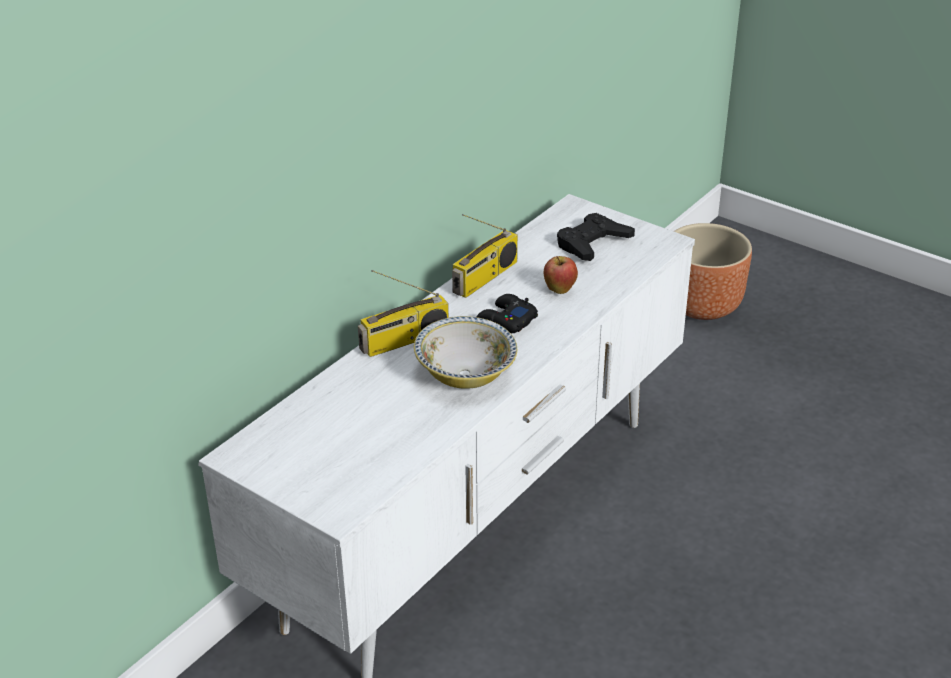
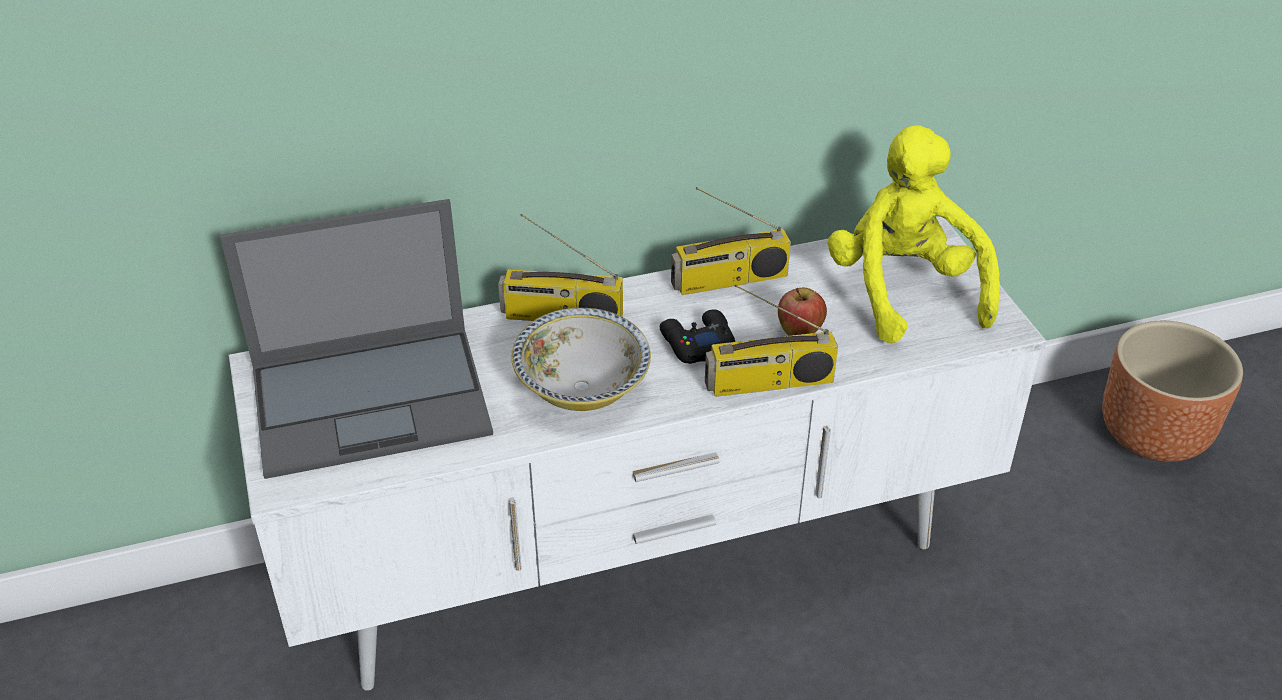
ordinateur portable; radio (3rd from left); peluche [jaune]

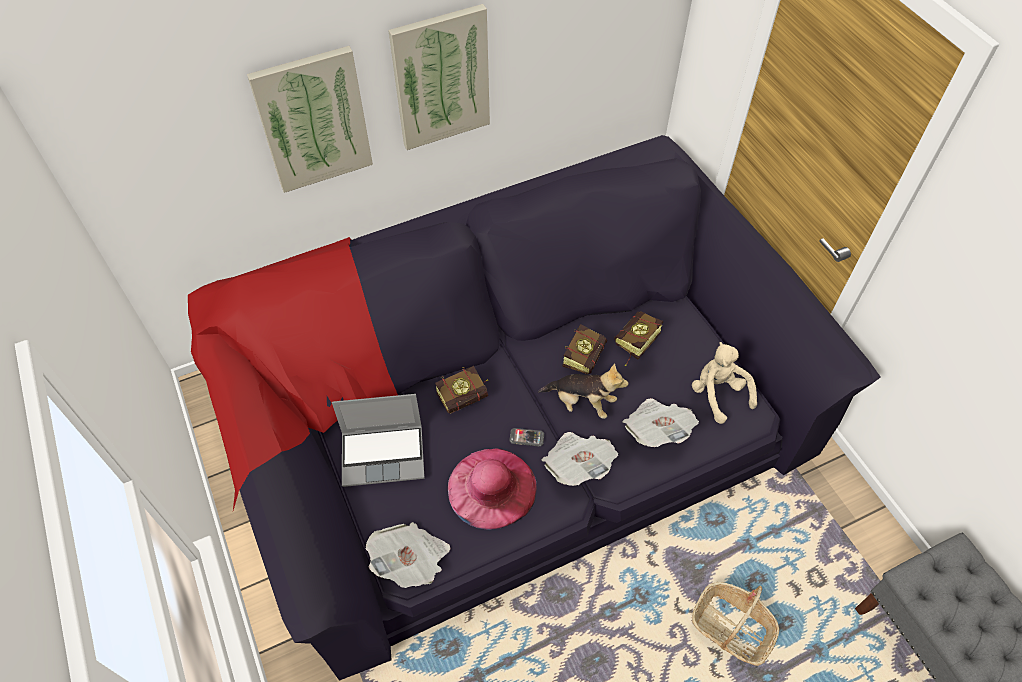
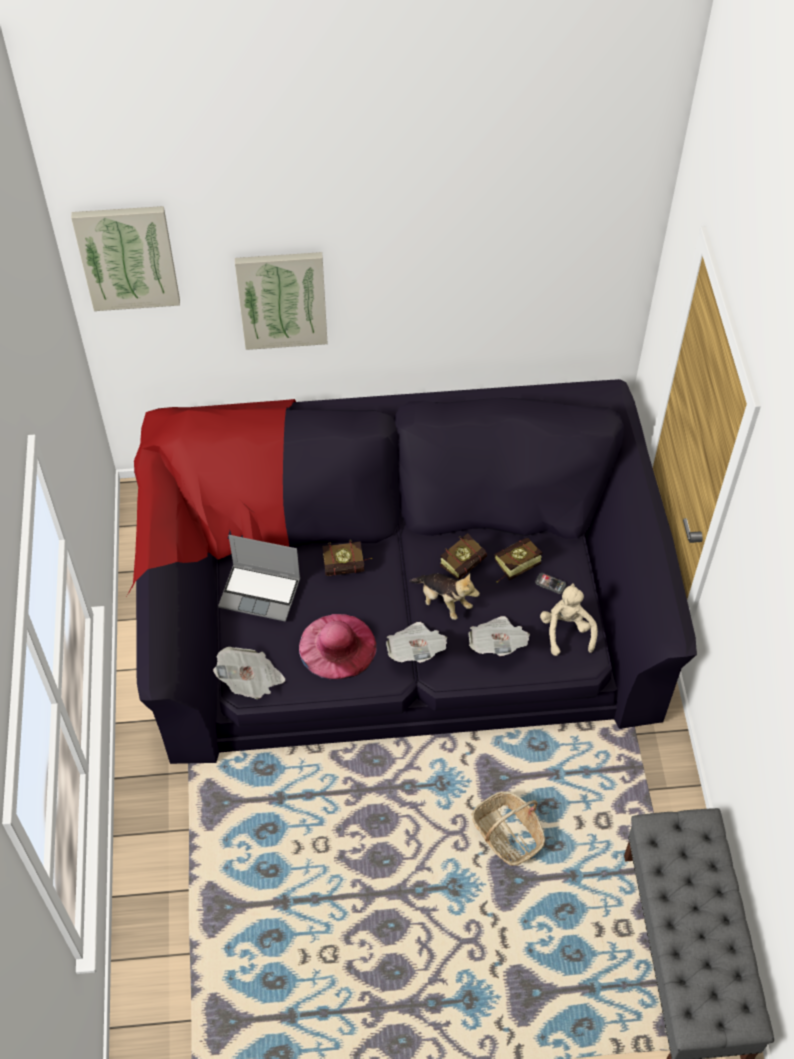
tableau (1st from left); téléphone

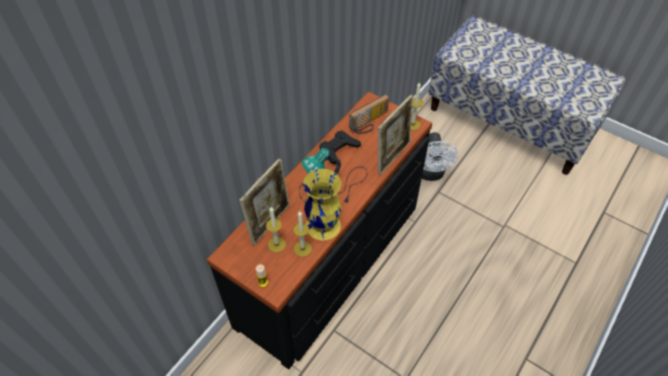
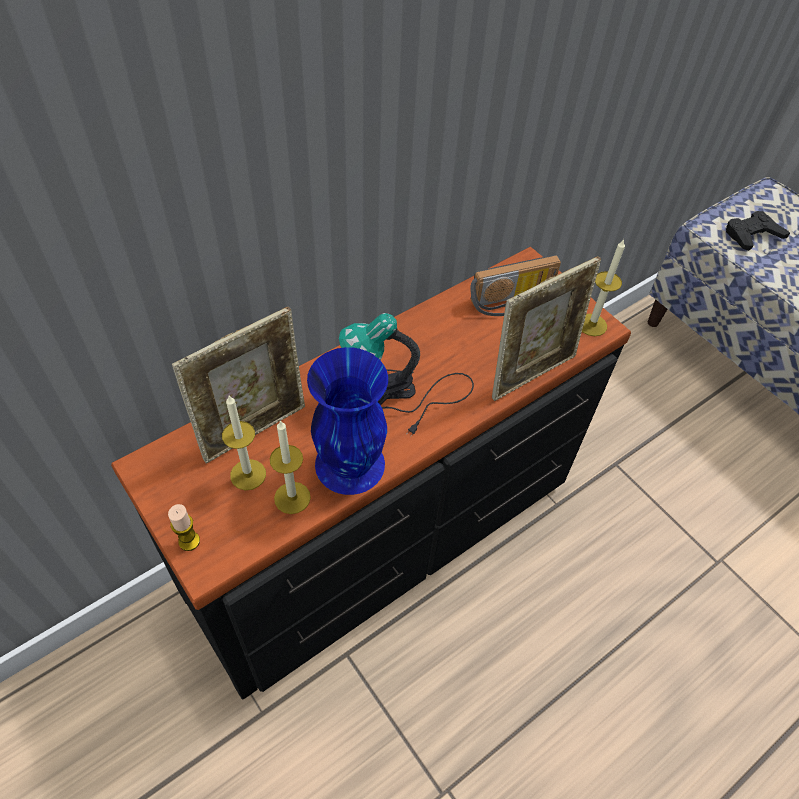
ventilateur [blanc]; manette [noir]; vase [bleu]

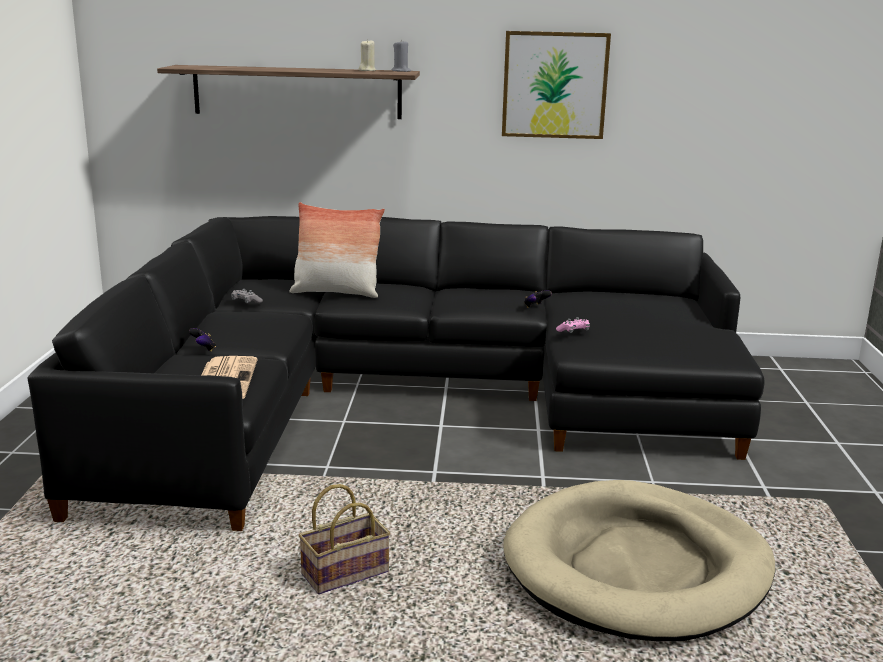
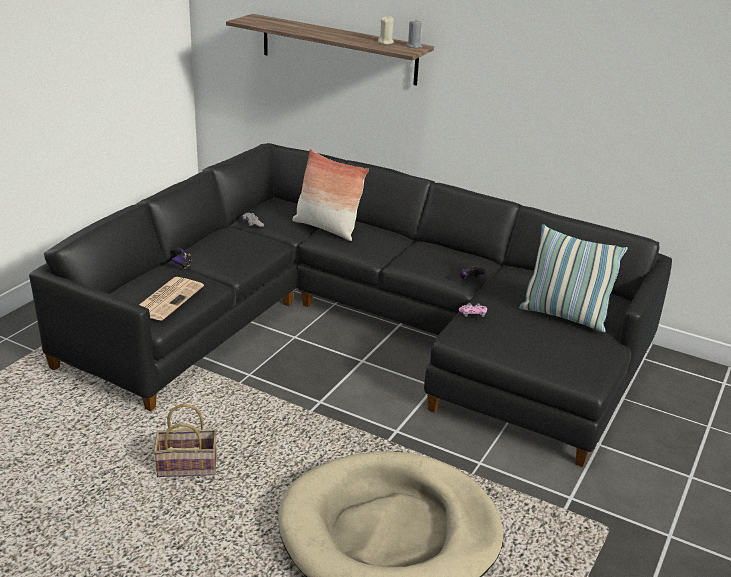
tableau; coussin (2nd from left)

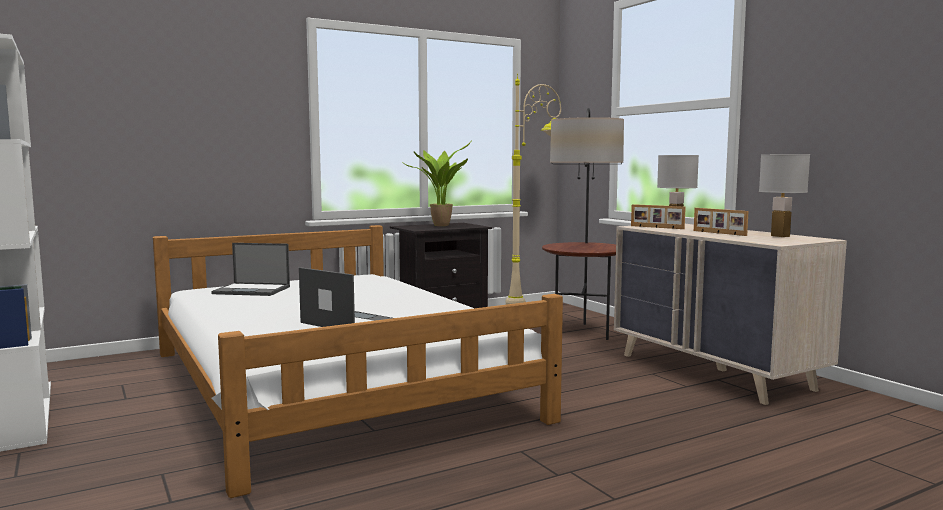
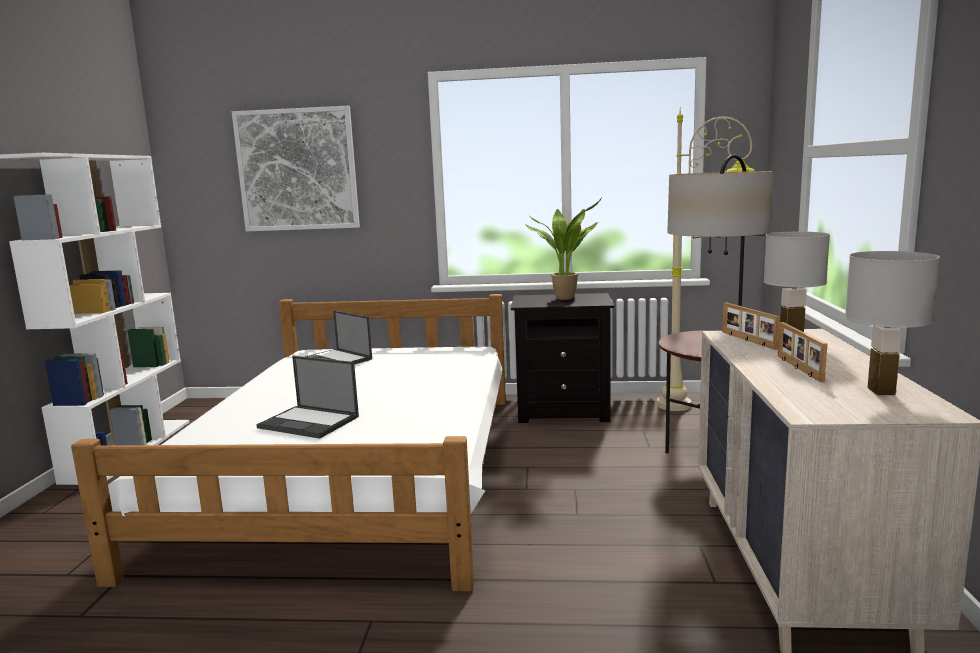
tableau; ordinateur portable (1st from left)

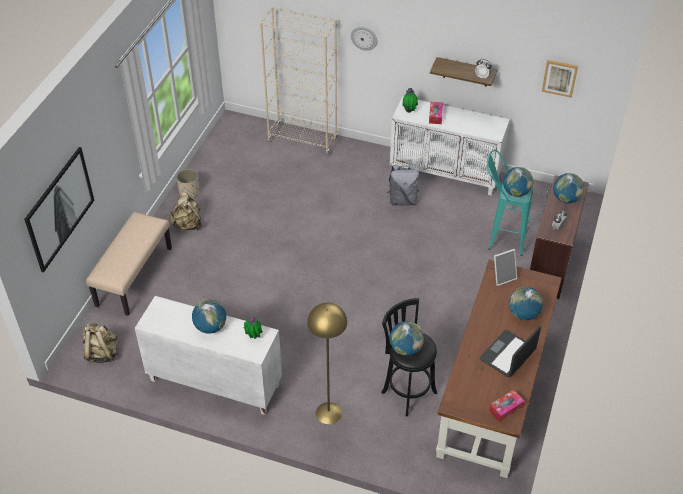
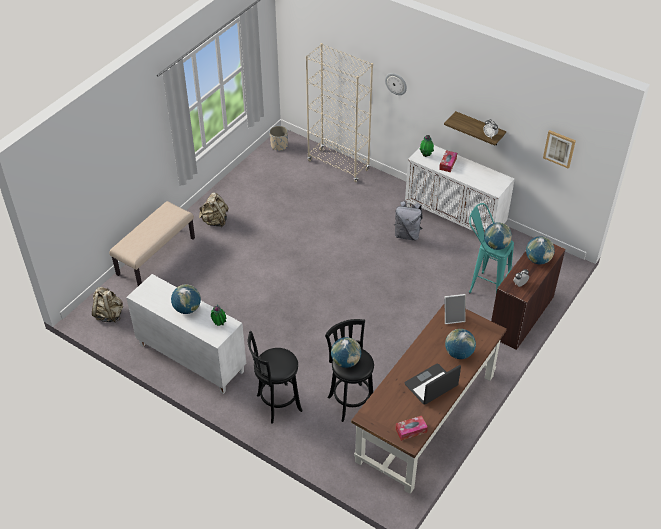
tableau (1st from left in the first image); cache-pot [beige]; tabouret [noir] (1st from left)

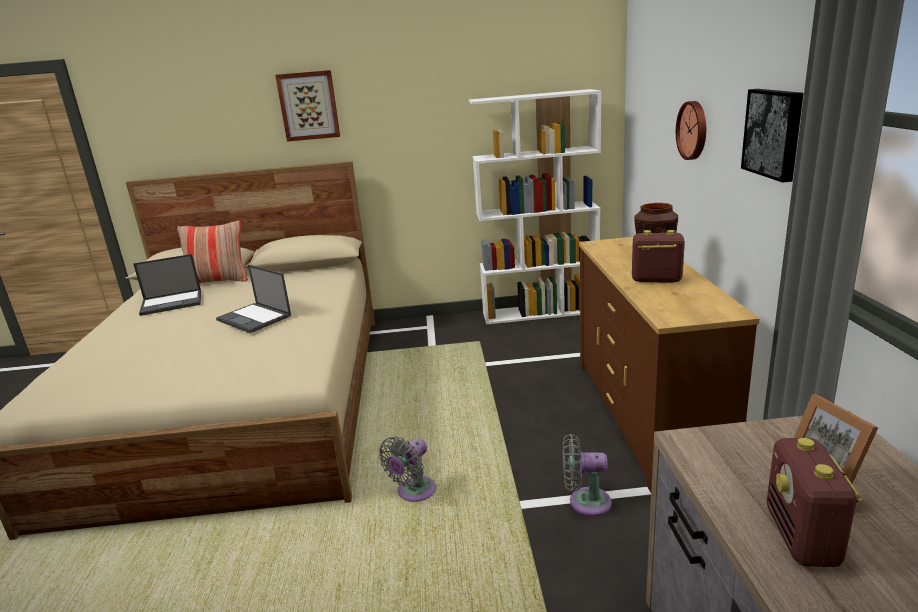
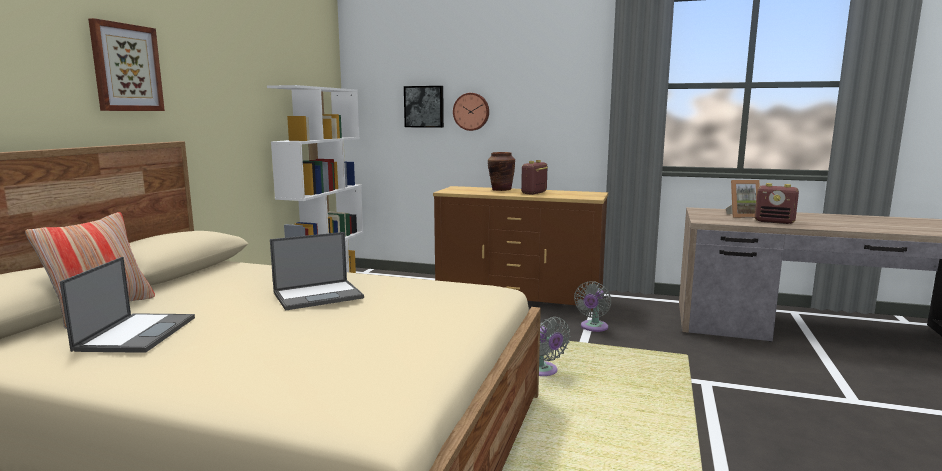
tableau (2nd from left)

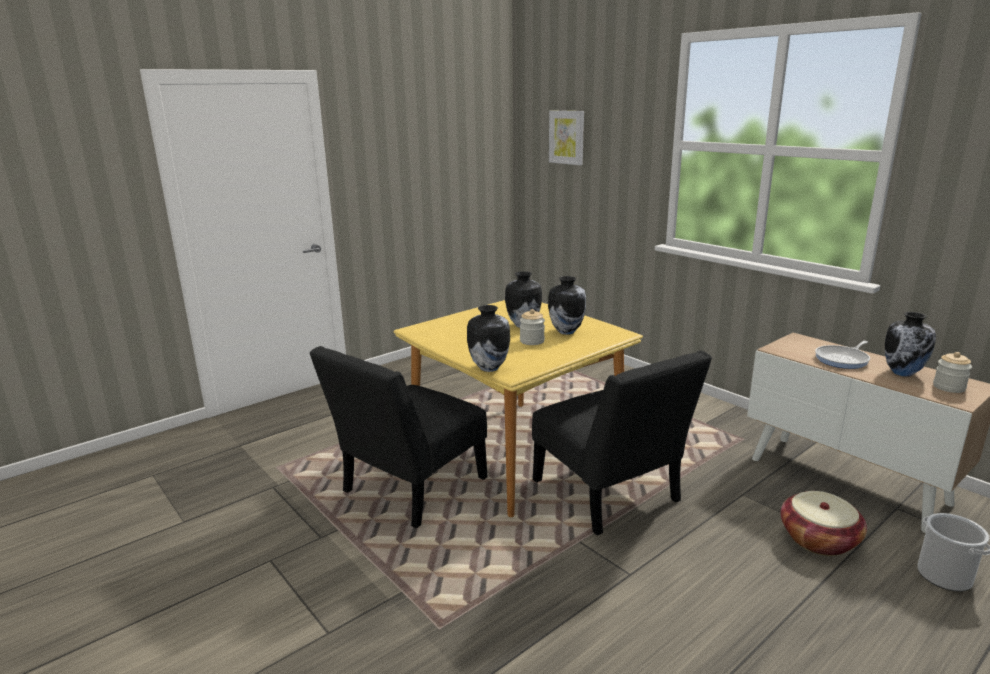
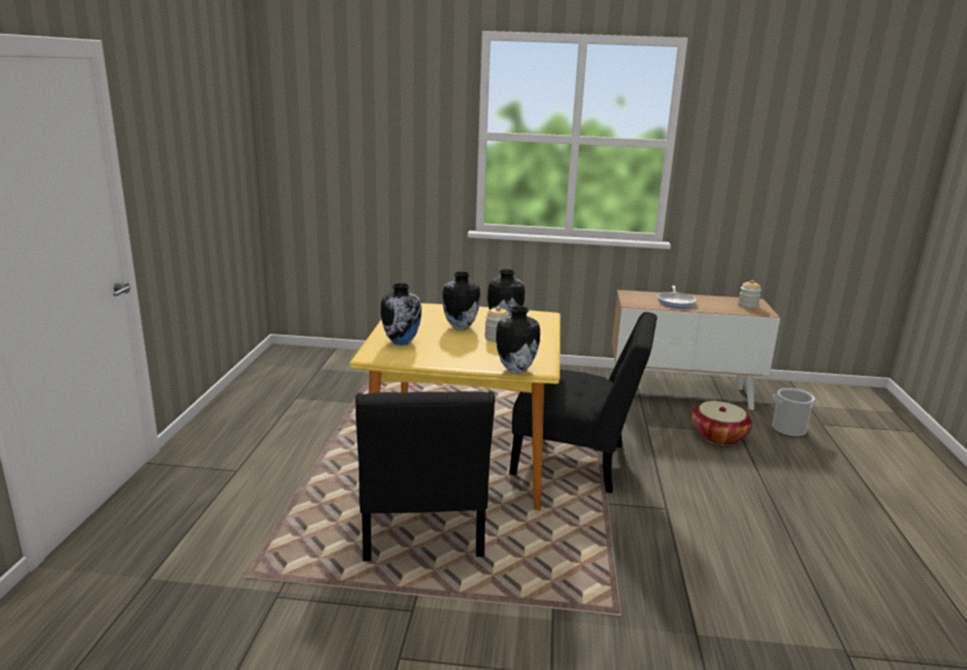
tableau; vase (1st from left)

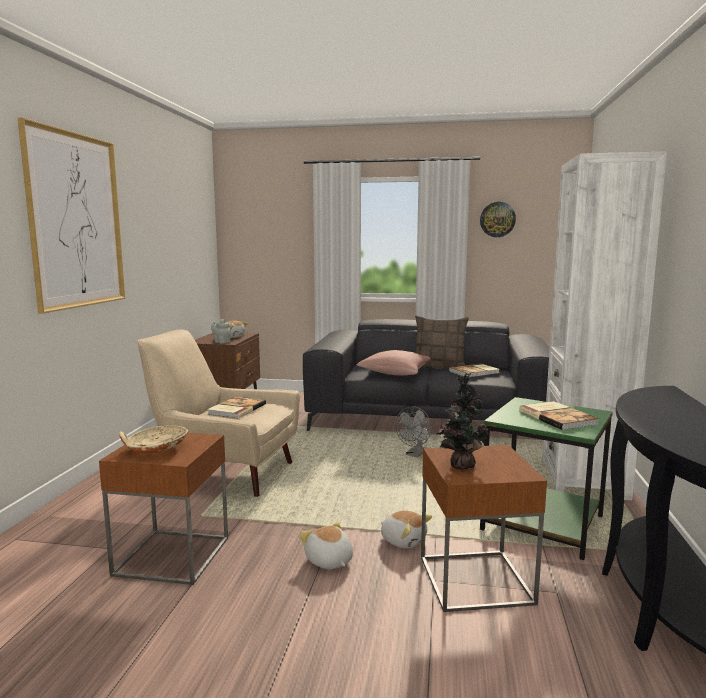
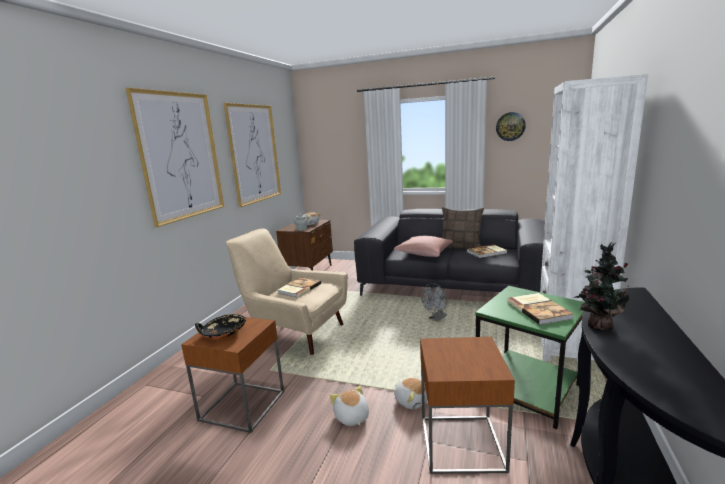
tableau (2nd from left); plante en pot; bol [noir]

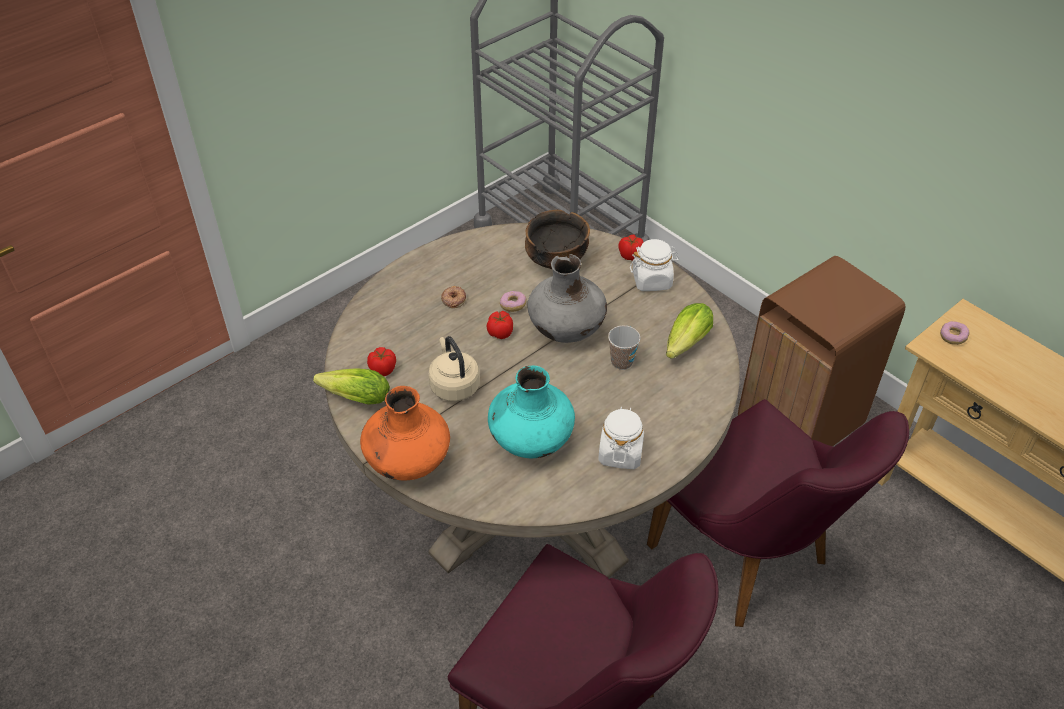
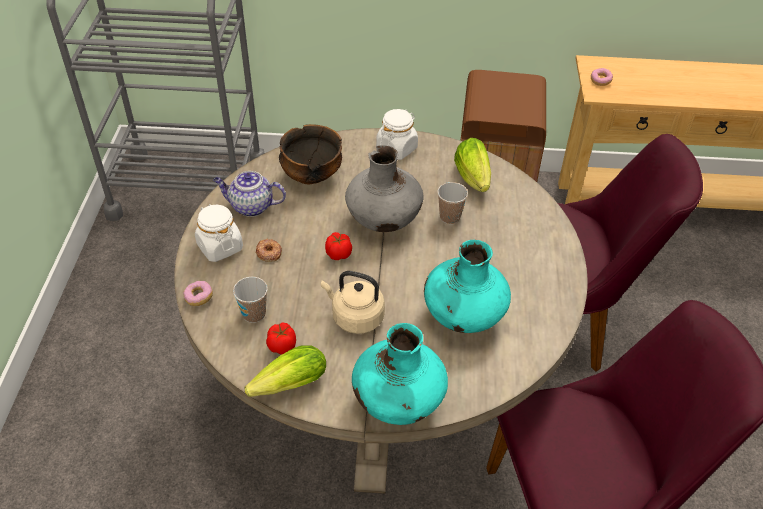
tomate (3rd from left in the first image); théière; tasse (1st from left); beignet (1st from left); bocal [blanc] (1st from left); vase [turquoise] (1st from left)

